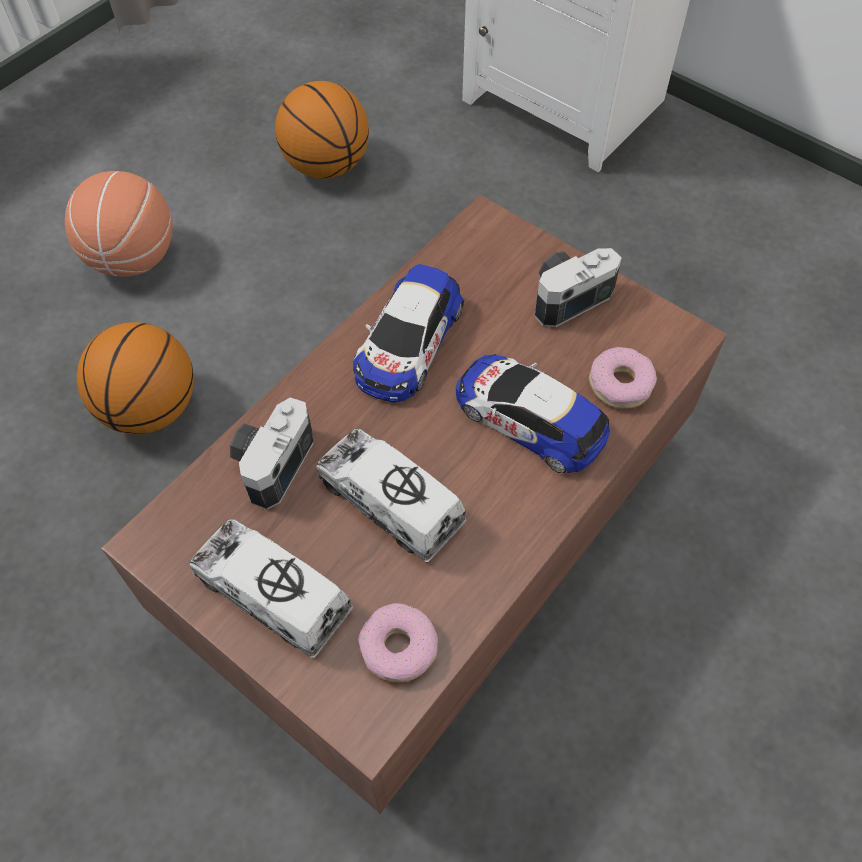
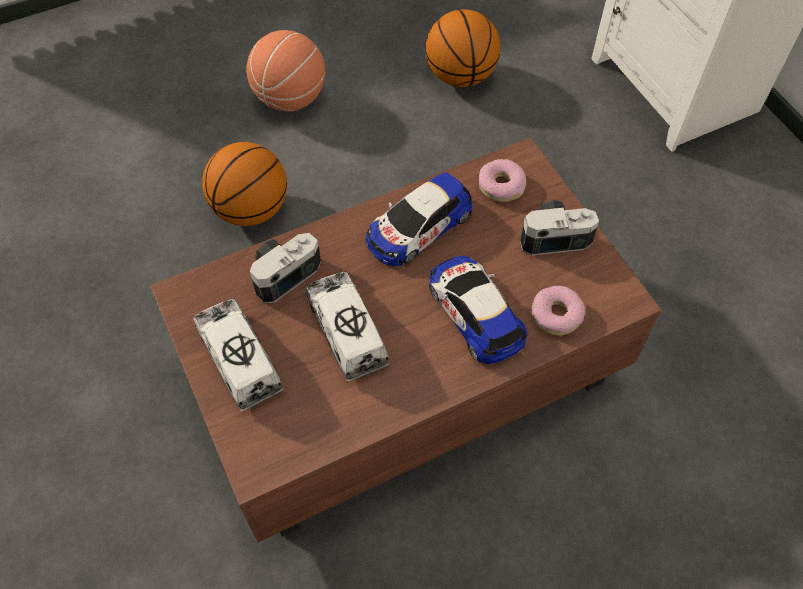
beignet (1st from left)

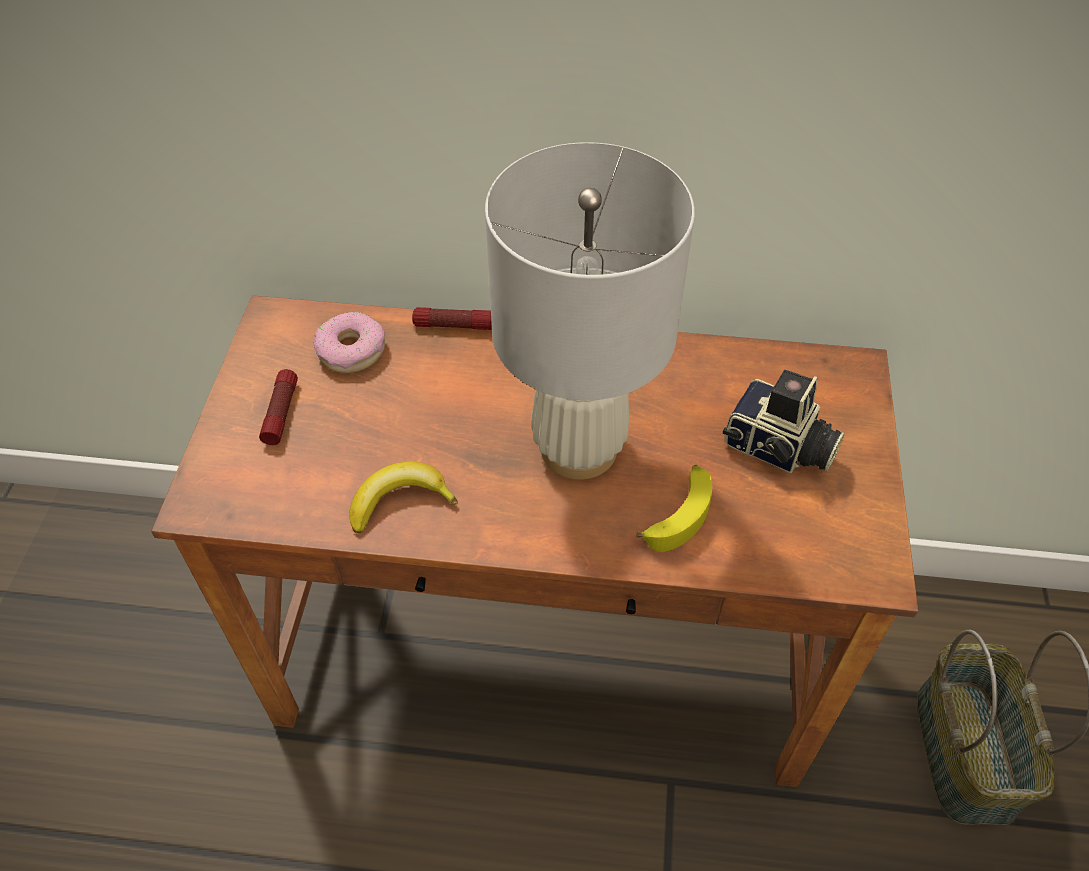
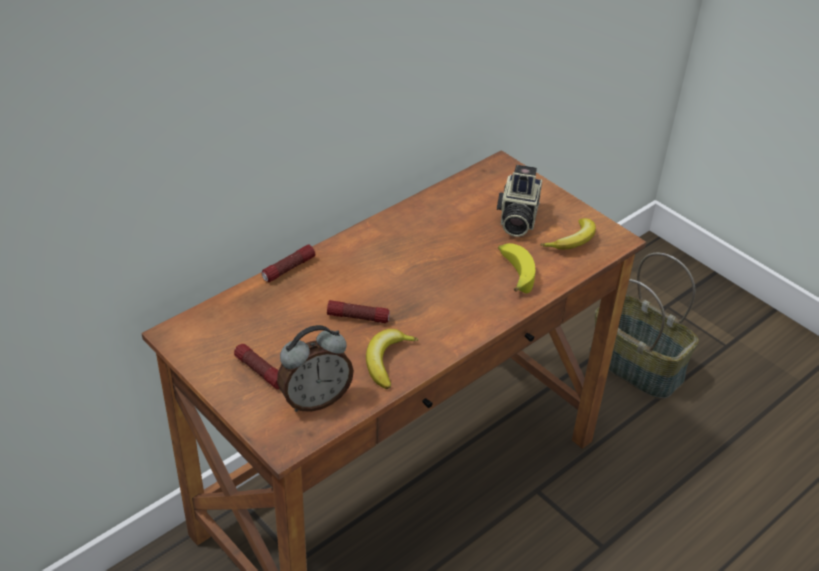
beignet; lampe de table [blanc]; réveil; lampe de poche (3rd from left); banane (3rd from left); appareil photo

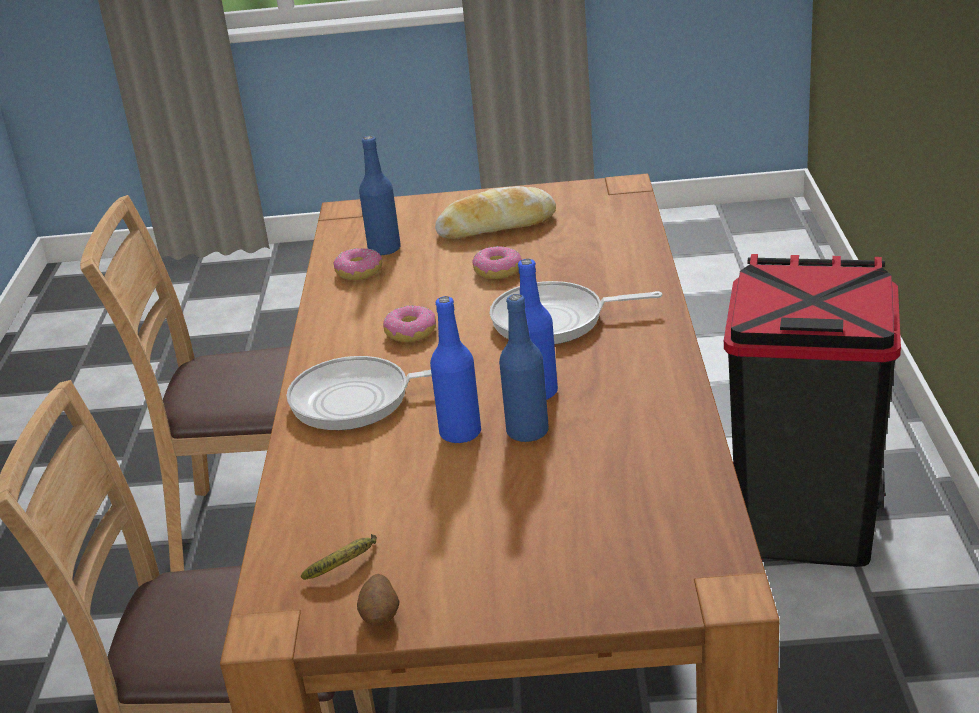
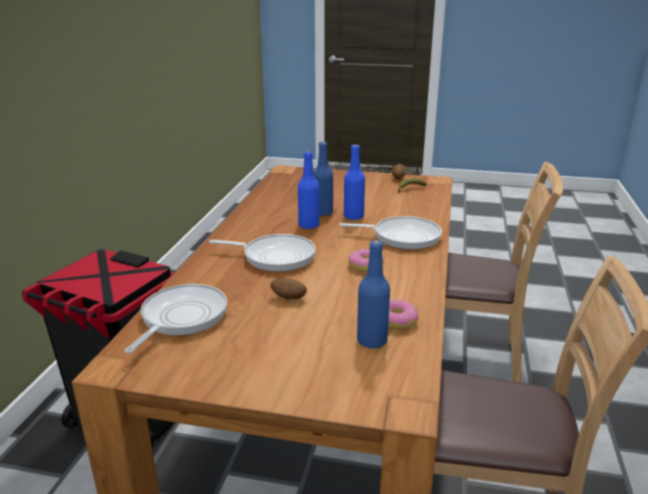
pain; poêle (1st from left); pomme de terre (1st from left)

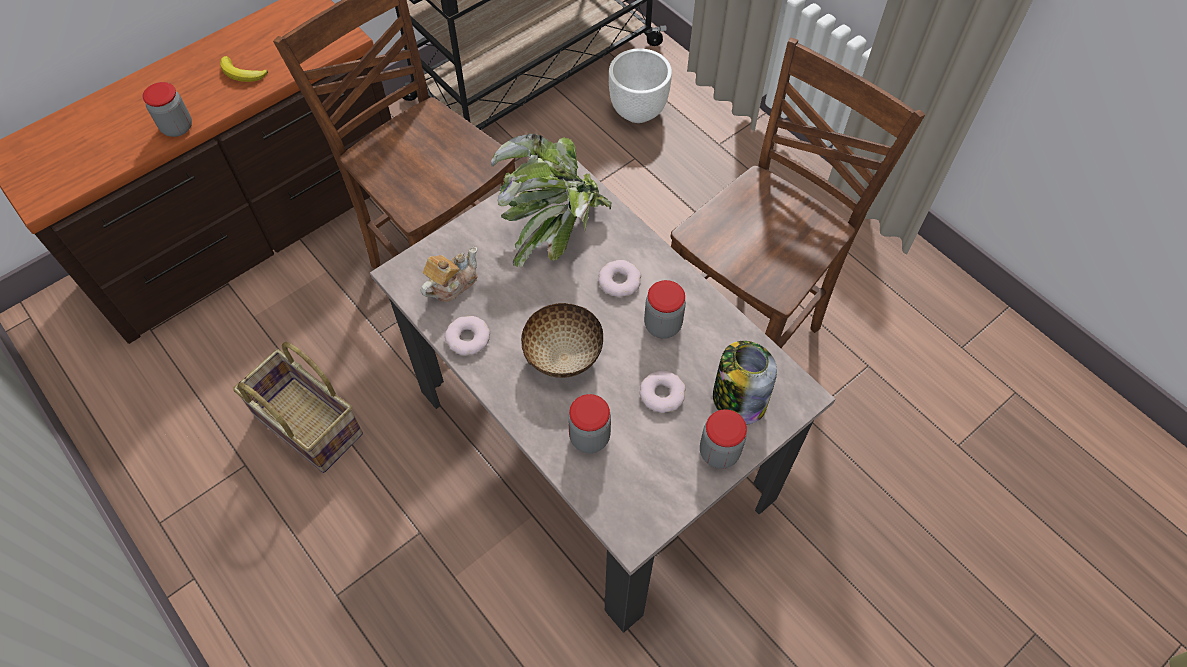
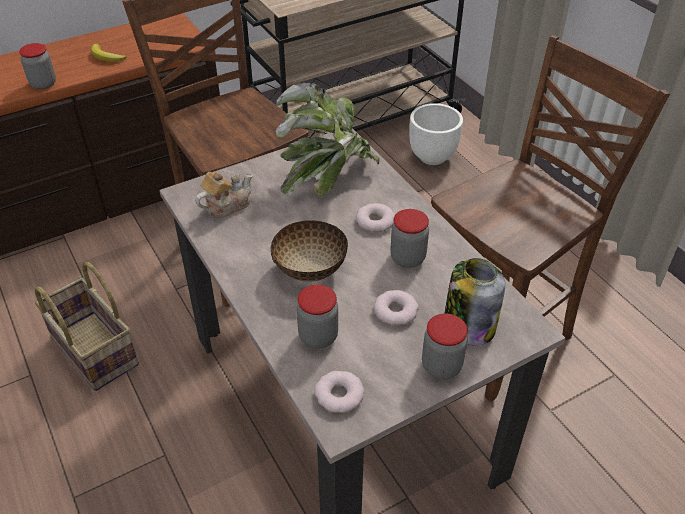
beignet (1st from left)

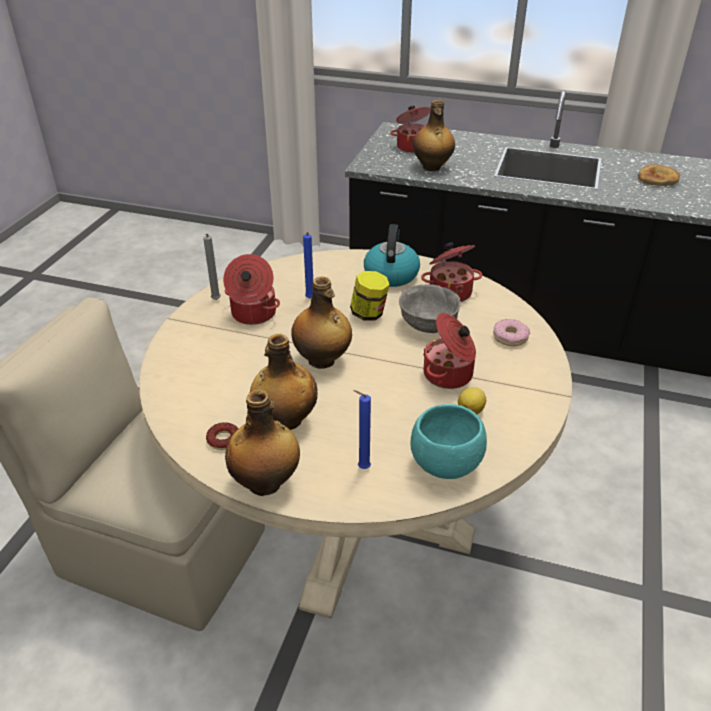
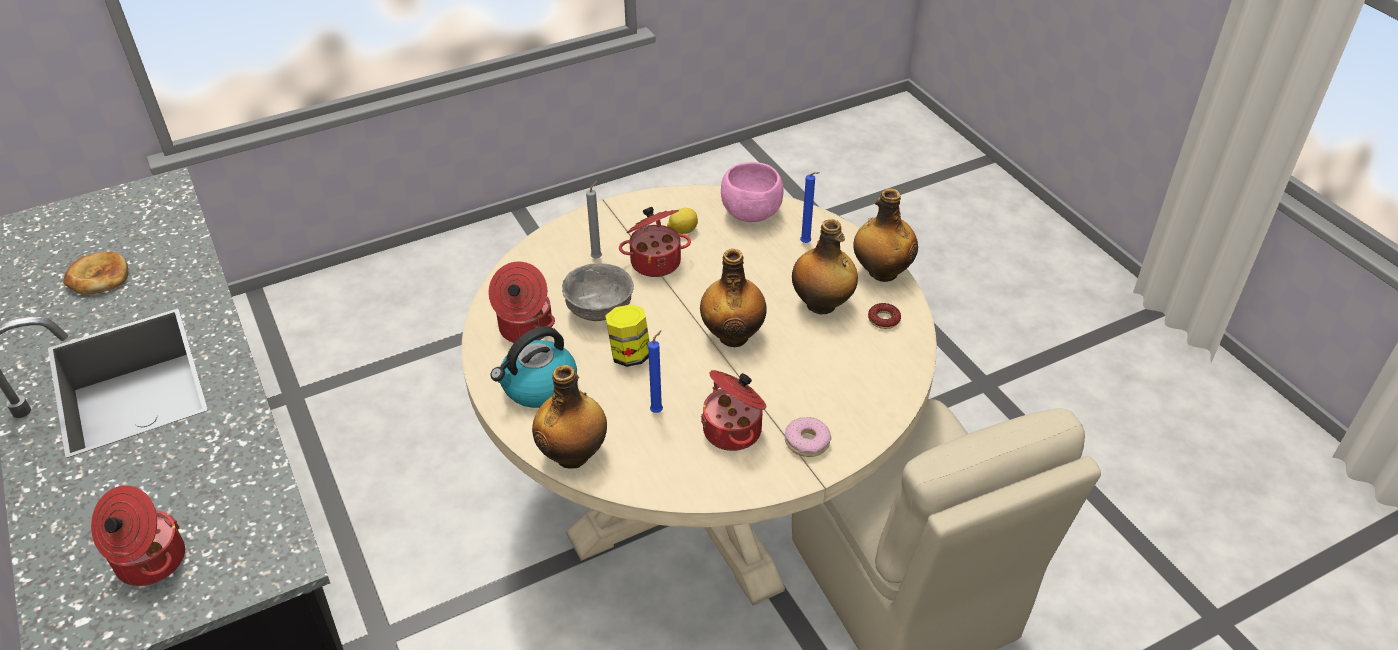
bougie [gris]; bouteille (1st from left); beignet (1st from left); bol [rose]

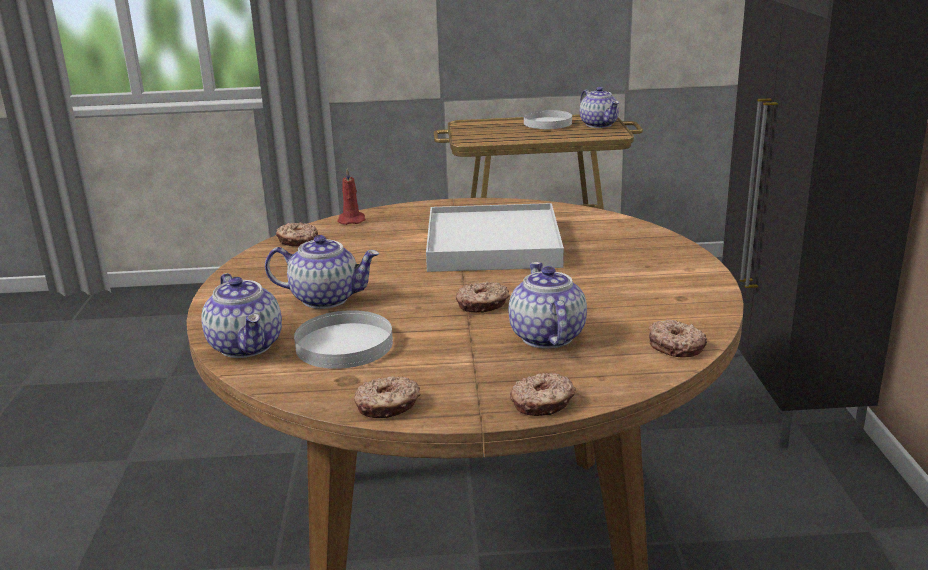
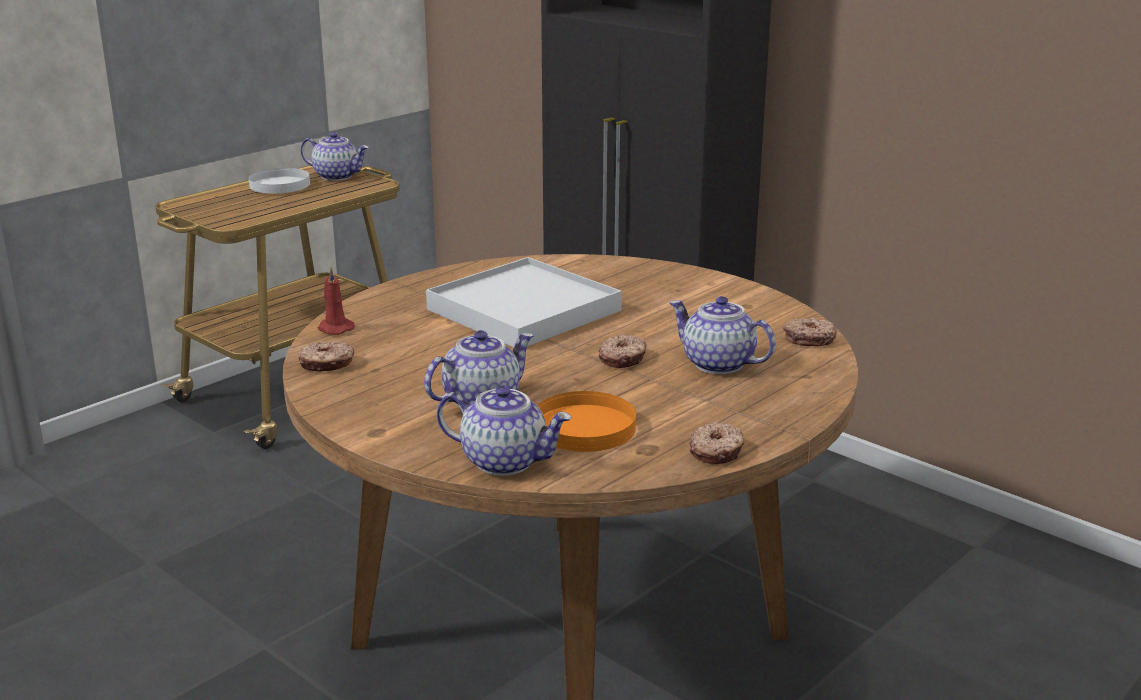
beignet (4th from left in the first image); assiette [orange]

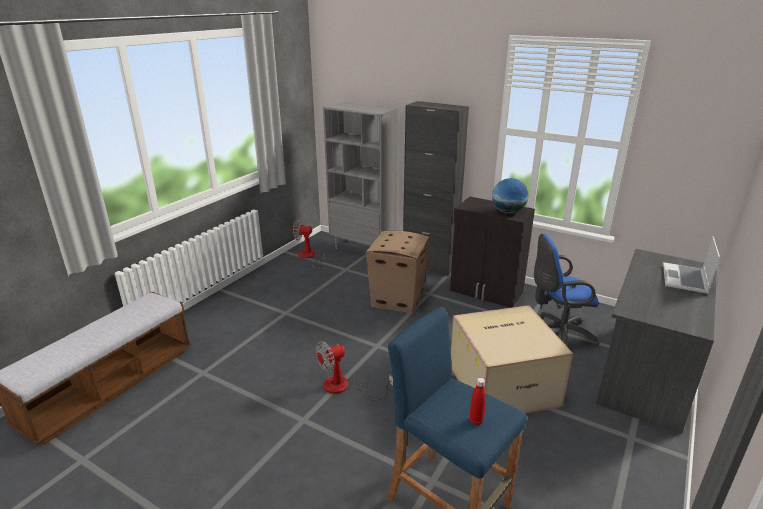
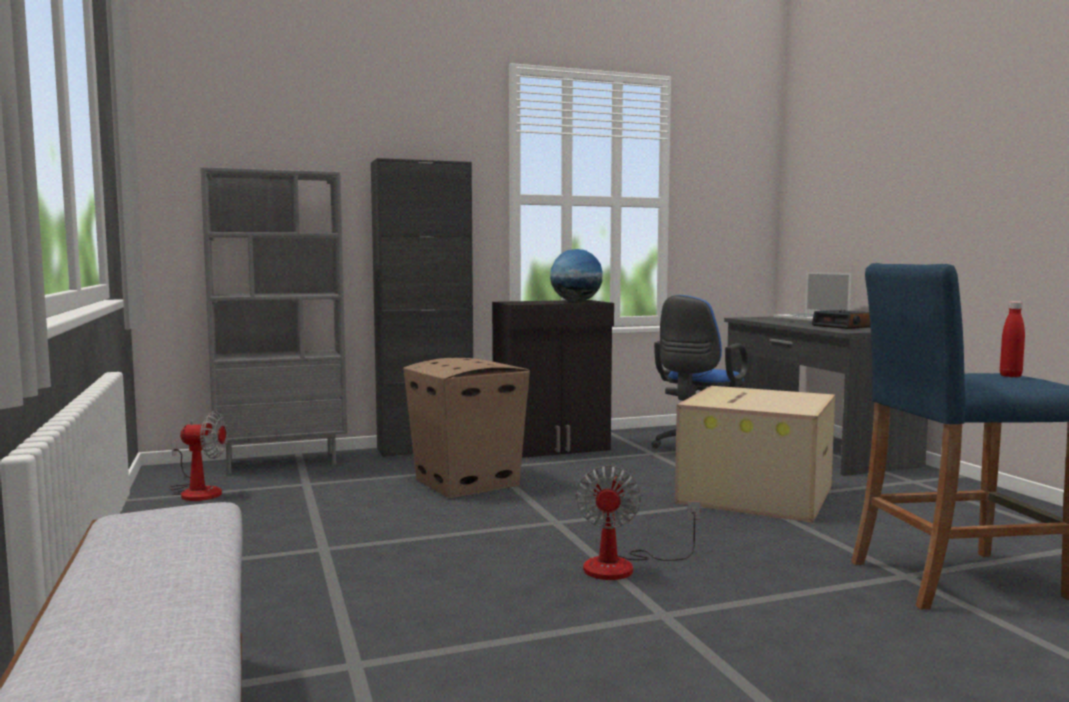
réveil; ventilateur (1st from left)

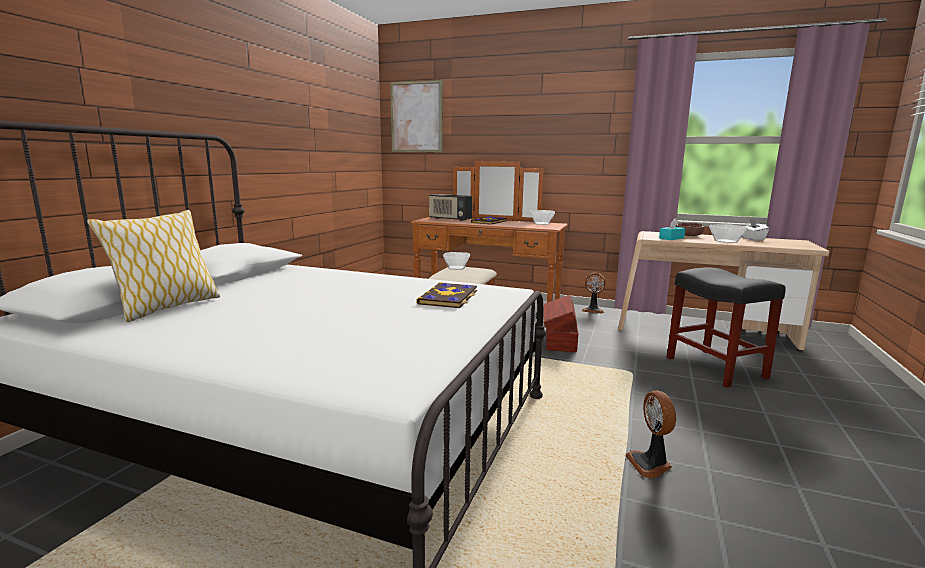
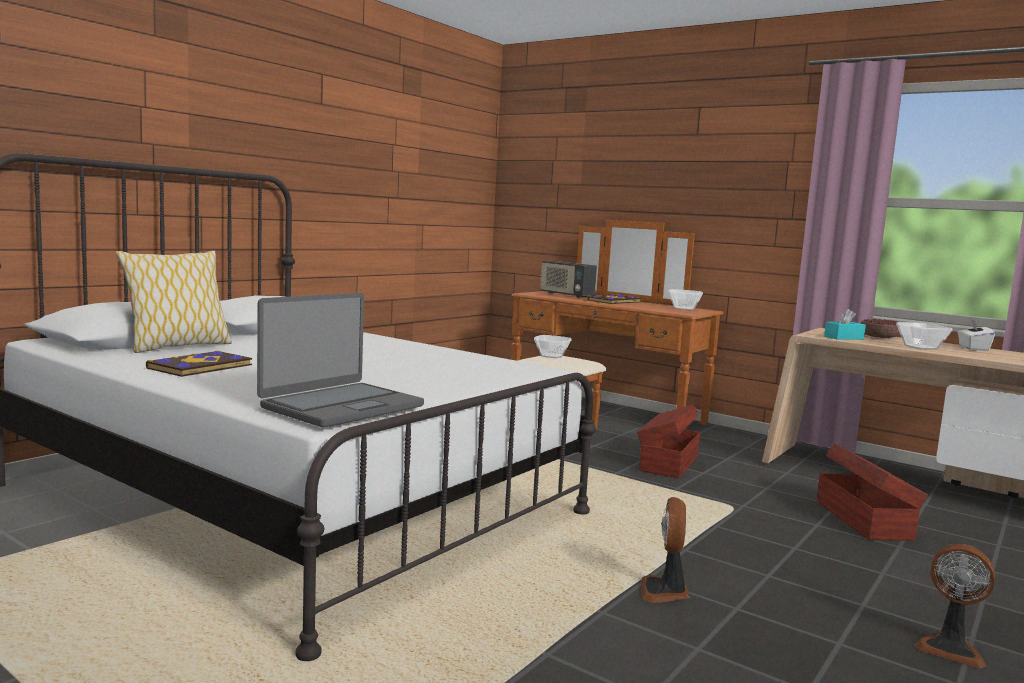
tableau; ordinateur portable; livre (1st from left); ventilateur (2nd from left); boîte de rangement [marron] (2nd from left)

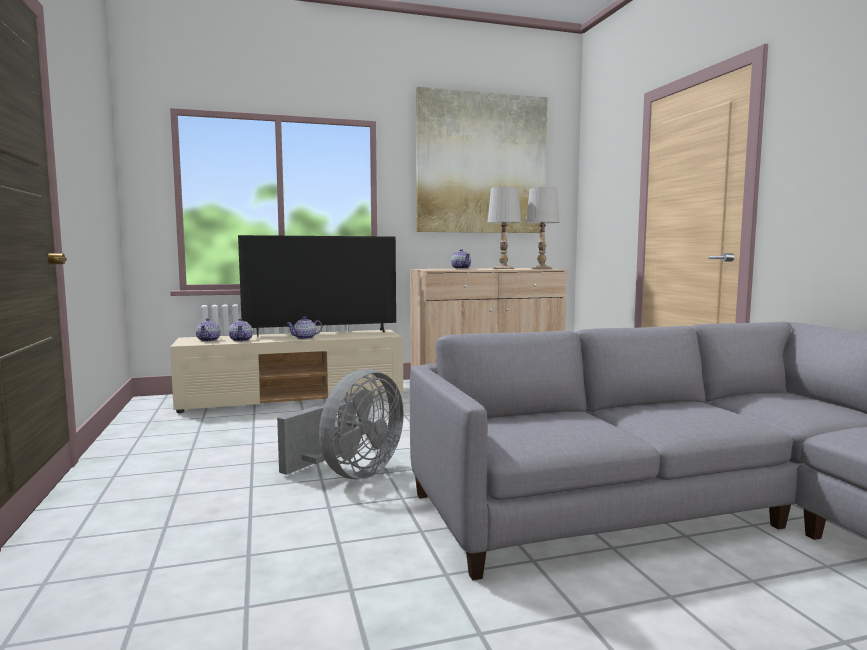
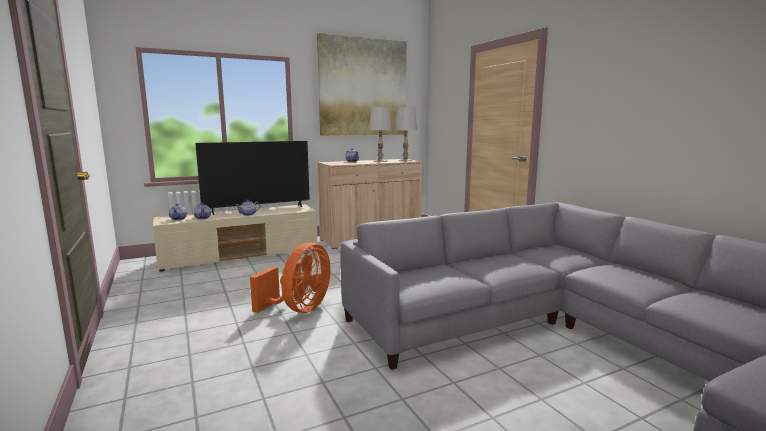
ventilateur [orange]

